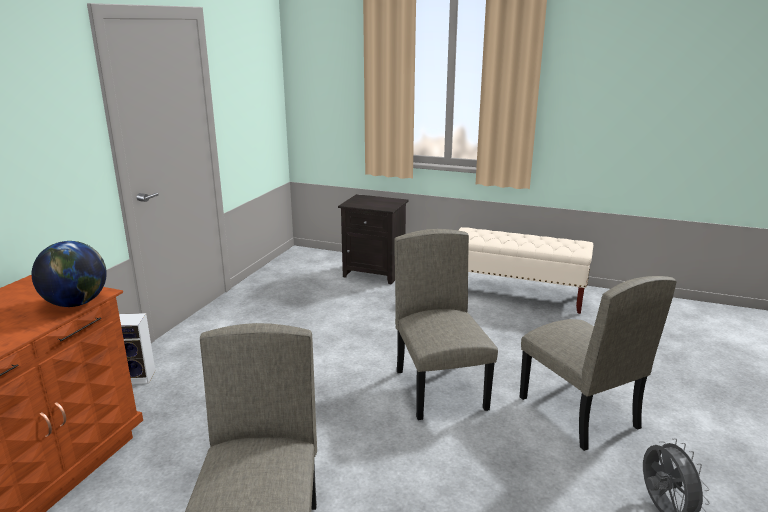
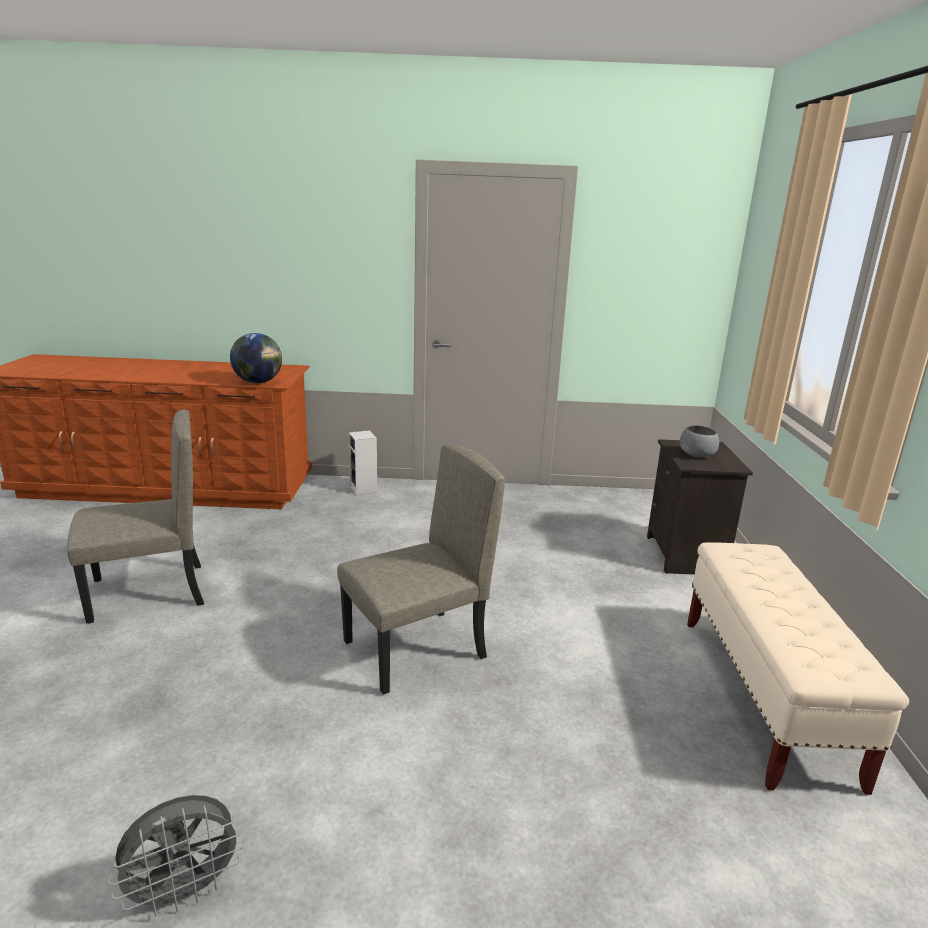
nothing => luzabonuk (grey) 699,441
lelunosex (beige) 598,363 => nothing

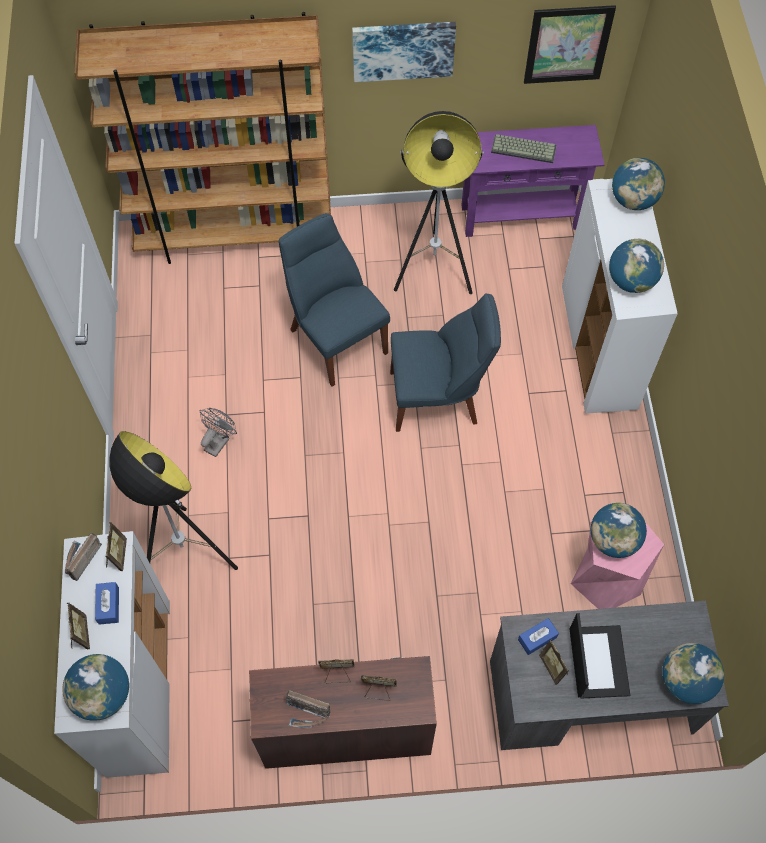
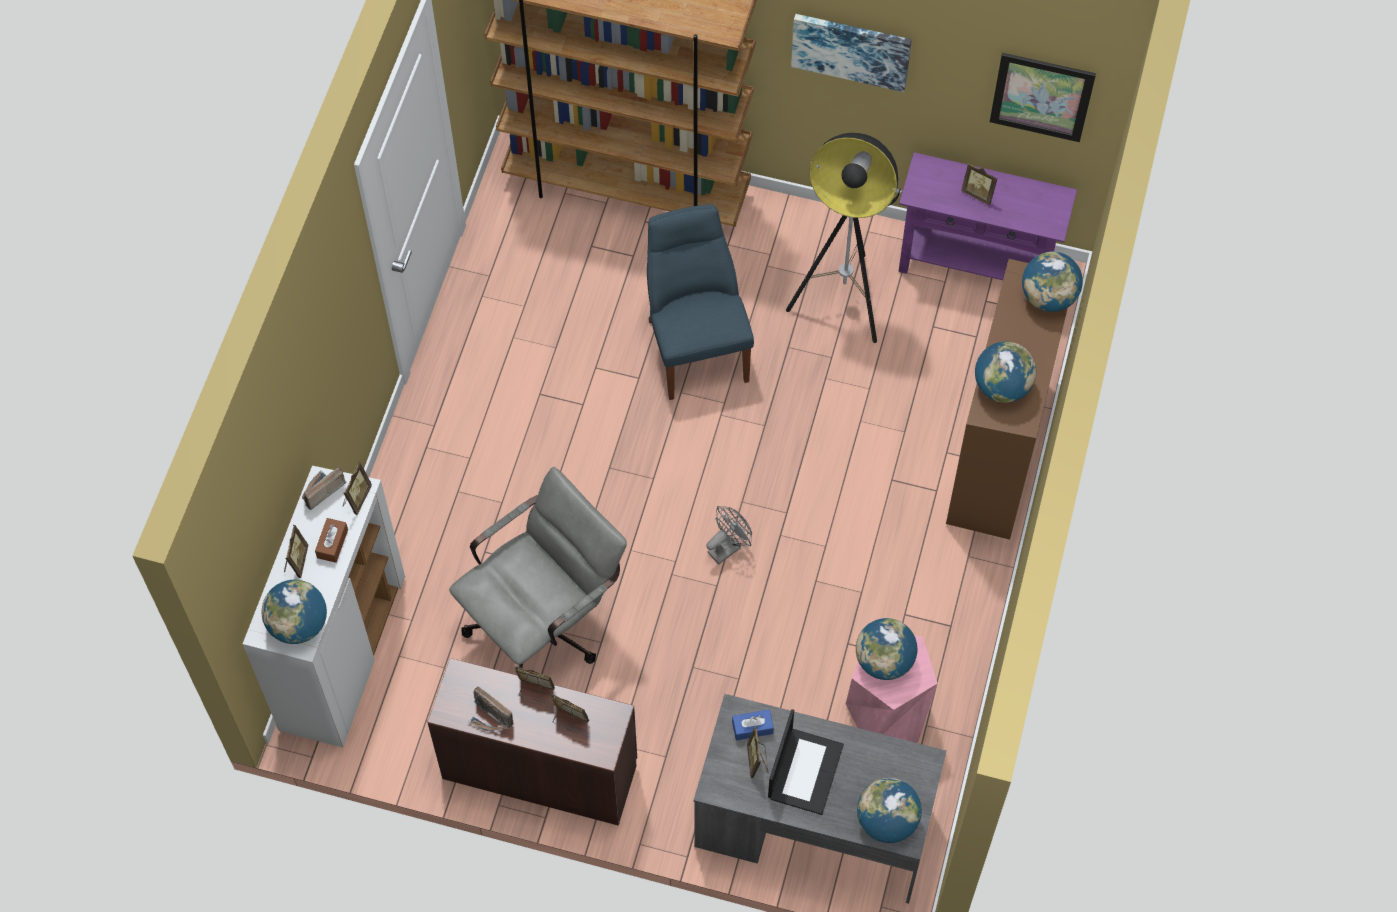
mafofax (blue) 107,603 => mafofax (brown) 331,540
nothing => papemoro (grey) 538,567
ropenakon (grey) 218,432 => ropenakon (grey) 729,535, shifted
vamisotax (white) 620,296 => vamisotax (brown) 1007,399
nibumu 524,148 => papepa 979,184
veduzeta 173,500 => nothing
lelunosex (blue) 445,362 => nothing

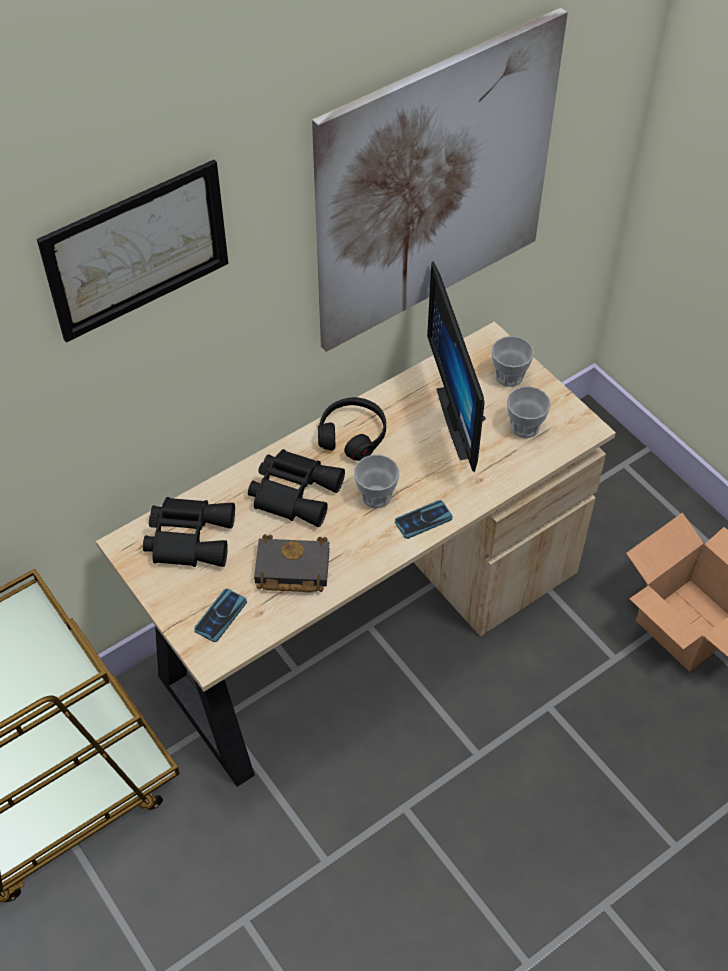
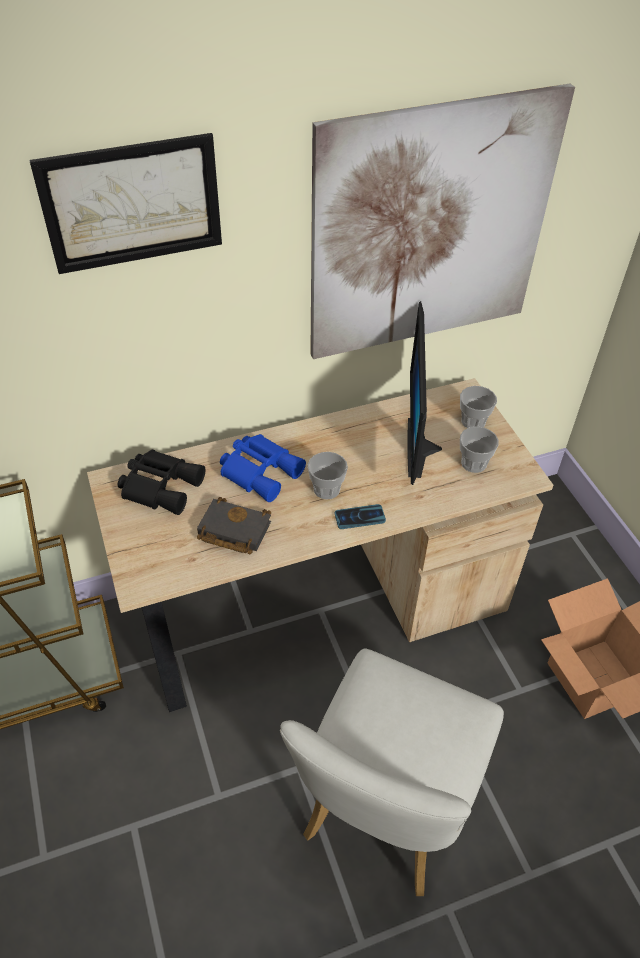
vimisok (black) 296,488 => vimisok (blue) 263,468
nothing => lelunosex (white) 392,772
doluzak 220,615 => nothing
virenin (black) 352,429 => nothing

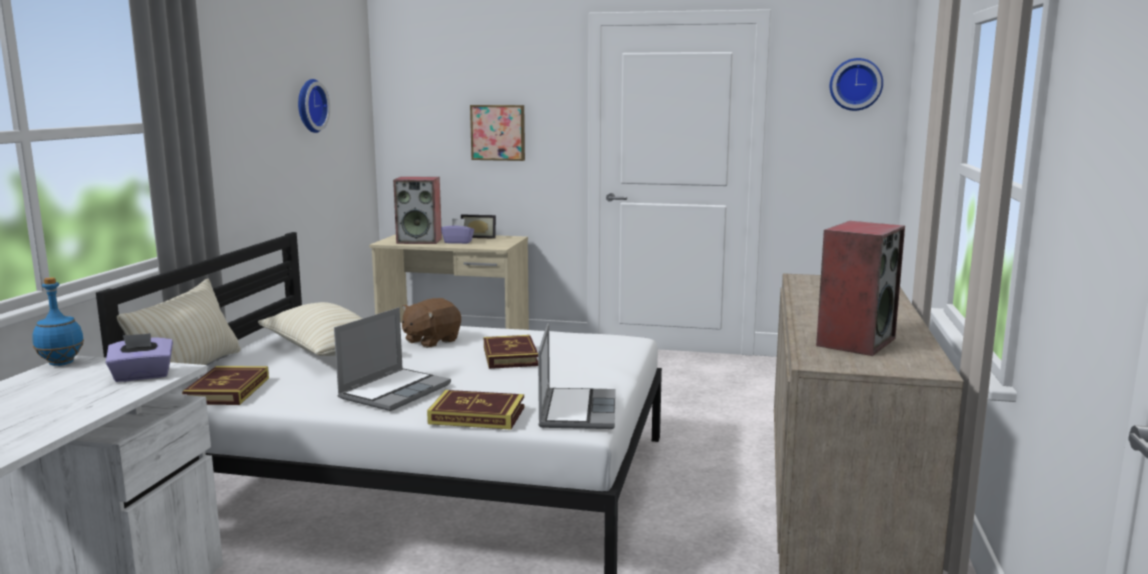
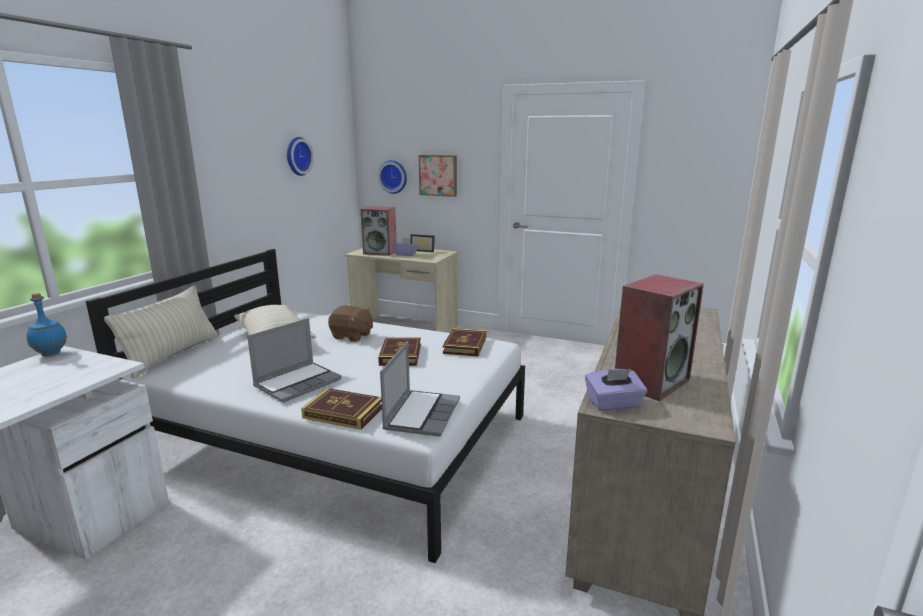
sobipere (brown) 431,323 => sobipere (brown) 350,323, 120 degrees counterclockwise
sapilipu 856,84 => sapilipu 392,177, shifted
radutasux 225,385 => radutasux 464,342, shifted
mafofax (purple) 139,357 => mafofax (purple) 616,390, shifted

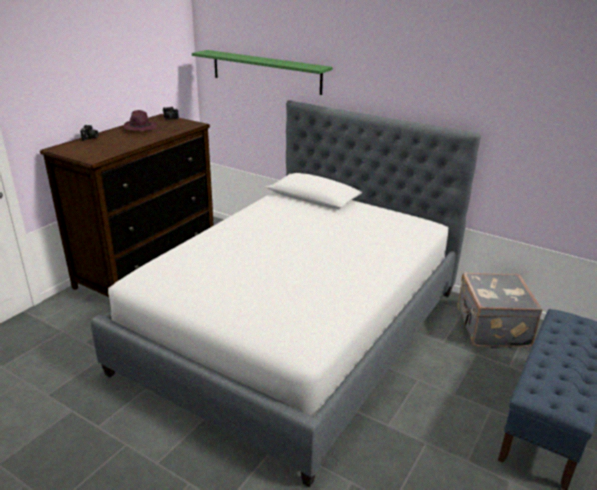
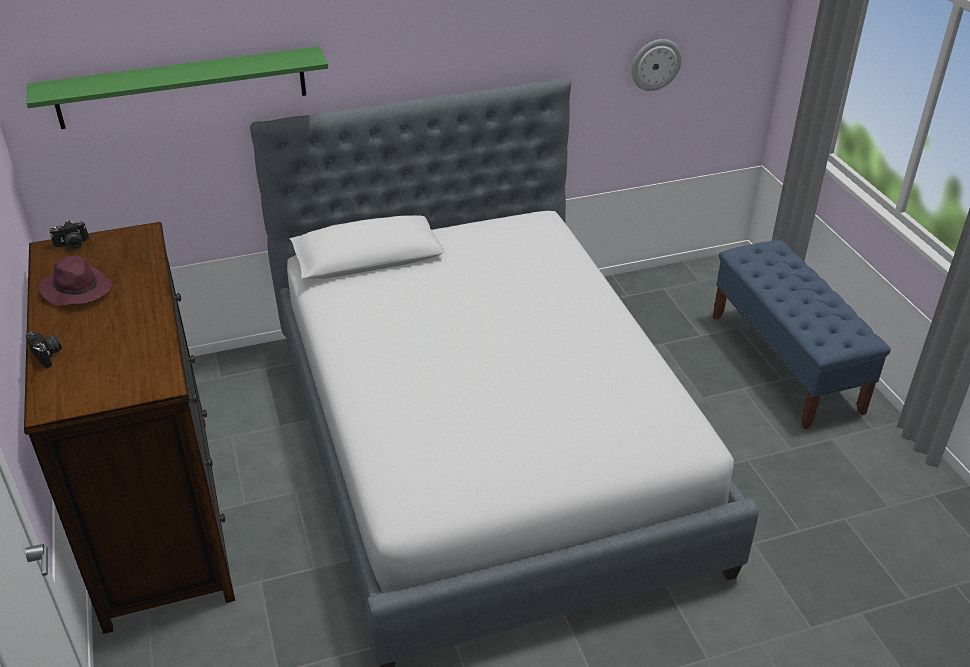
nothing => sapilipu 656,65
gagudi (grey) 499,310 => nothing

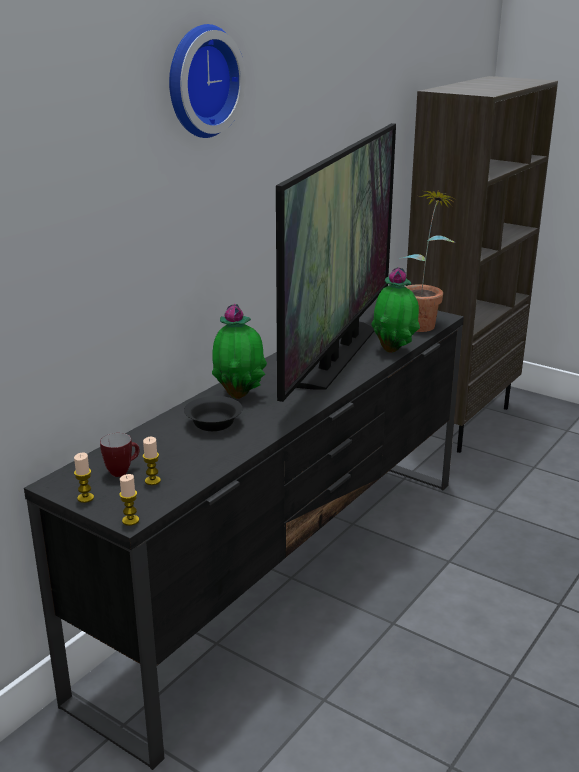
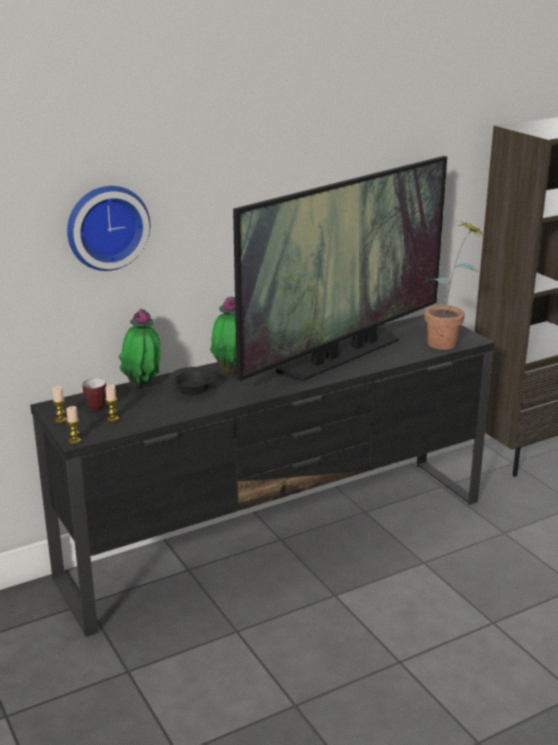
sapilipu 207,81 => sapilipu 108,228, shifted
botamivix 395,310 => botamivix 140,348, shifted

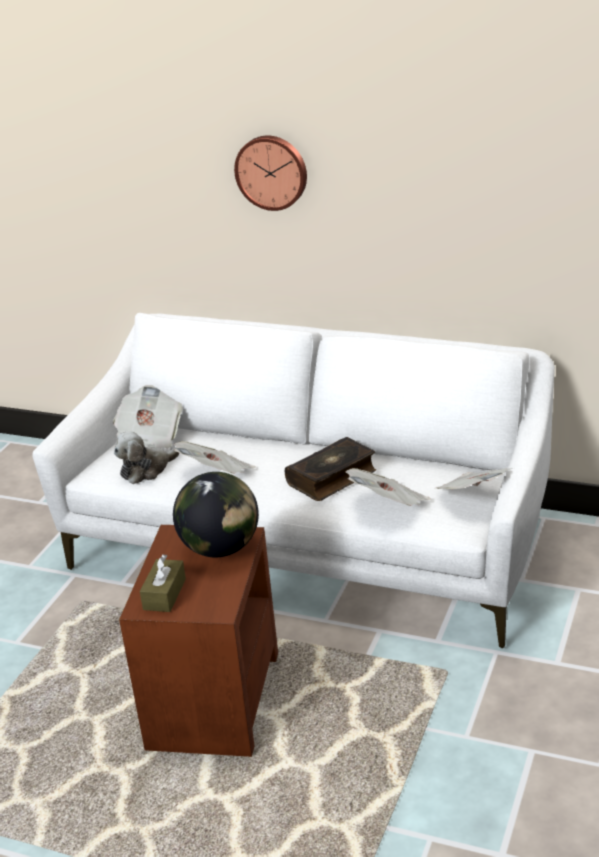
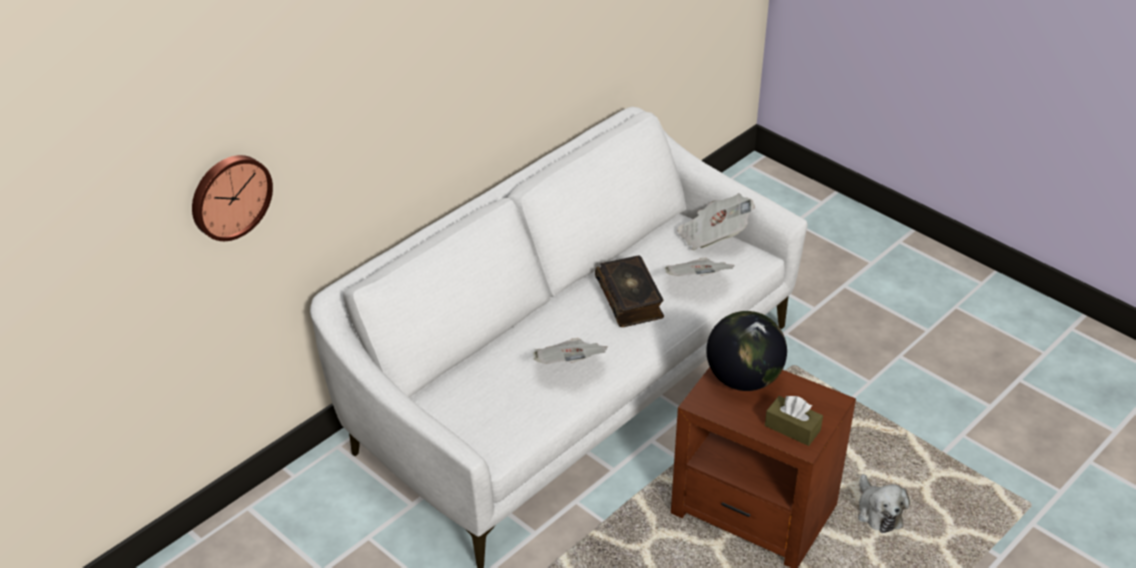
sapilipu 270,173 => sapilipu 232,198, shifted
sobipere 147,457 => sobipere 884,503, shifted
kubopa 148,417 => nothing

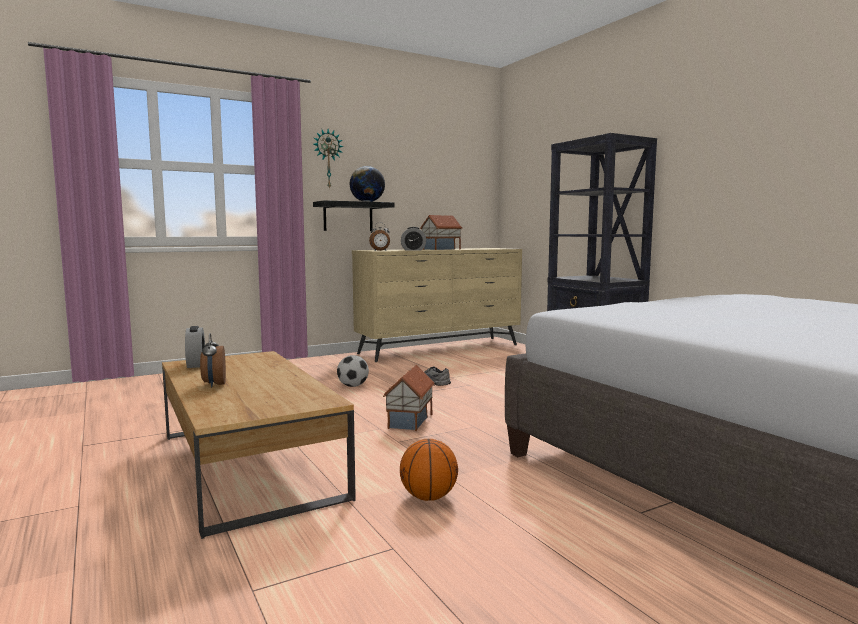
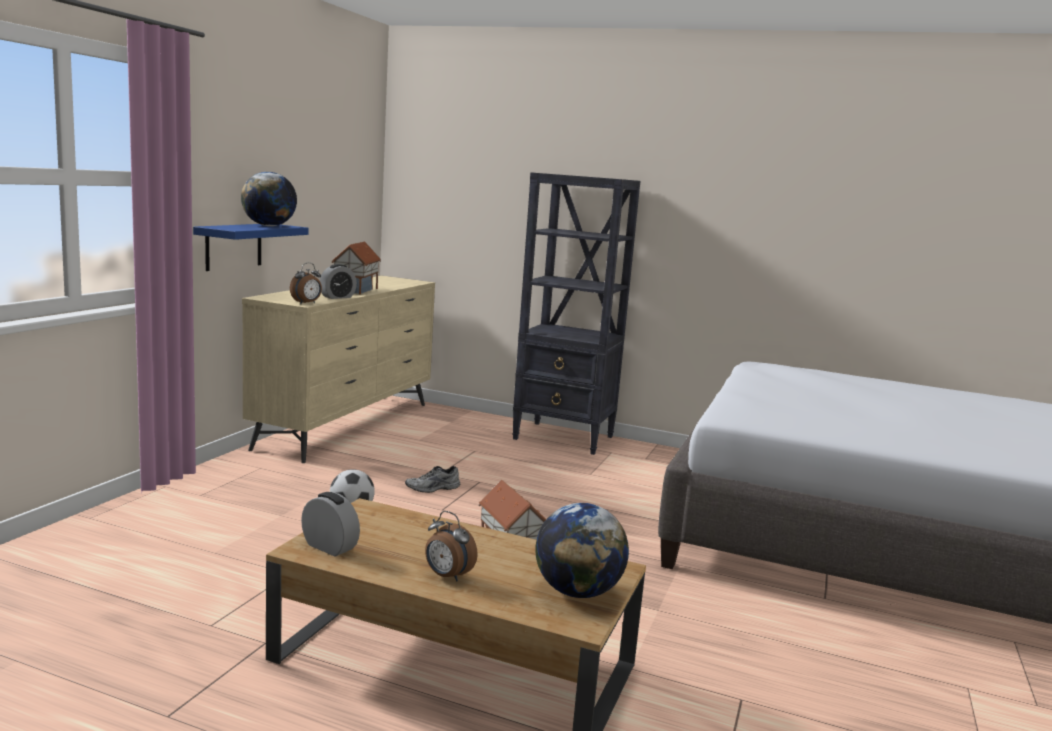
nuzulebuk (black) 353,215 => nuzulebuk (blue) 250,247
nothing => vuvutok 582,550
sapilipu 328,159 => nothing
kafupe 429,470 => nothing

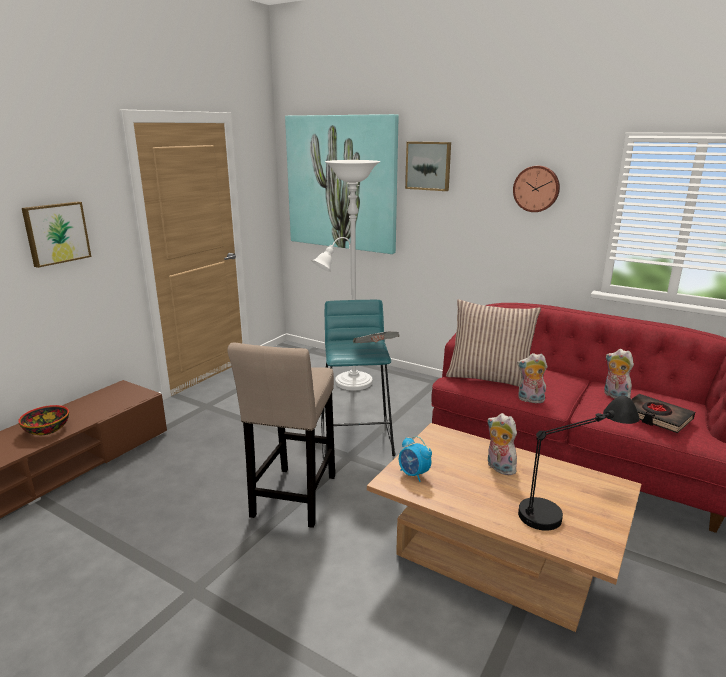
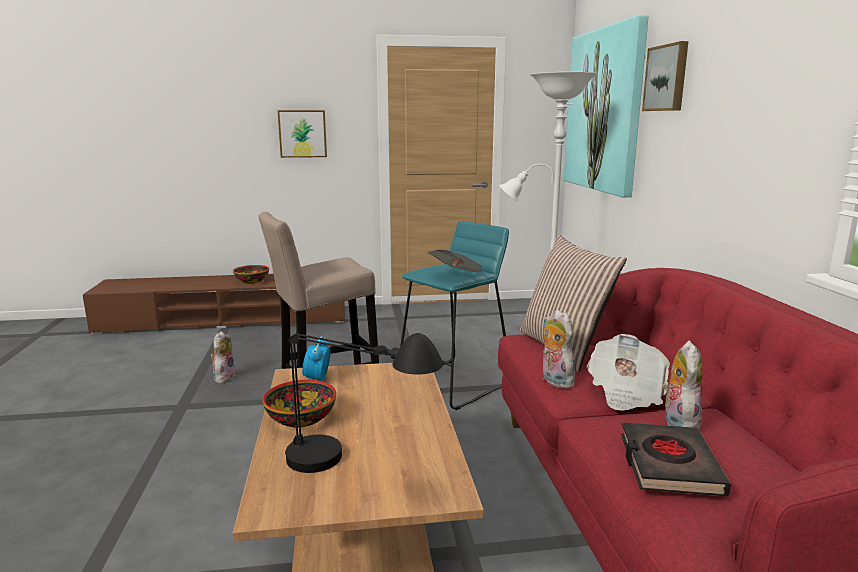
sobipere 502,444 => sobipere 223,357, shifted
nothing => luzabonuk 299,403
nothing => kubopa 628,372
sapilipu 536,189 => nothing

